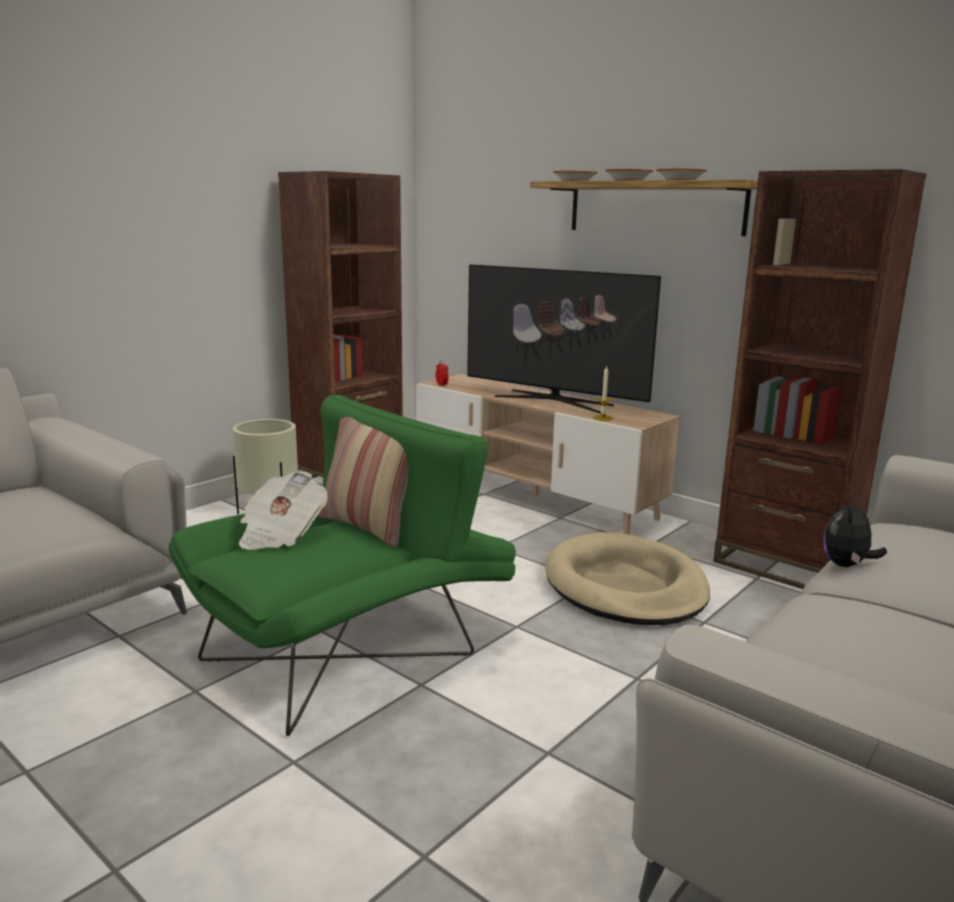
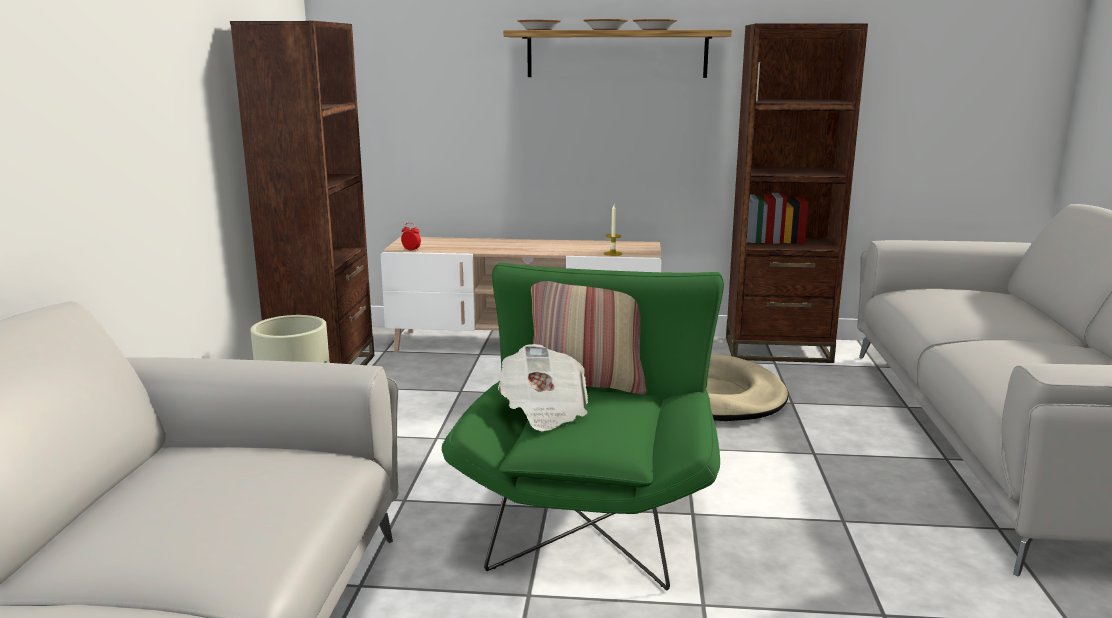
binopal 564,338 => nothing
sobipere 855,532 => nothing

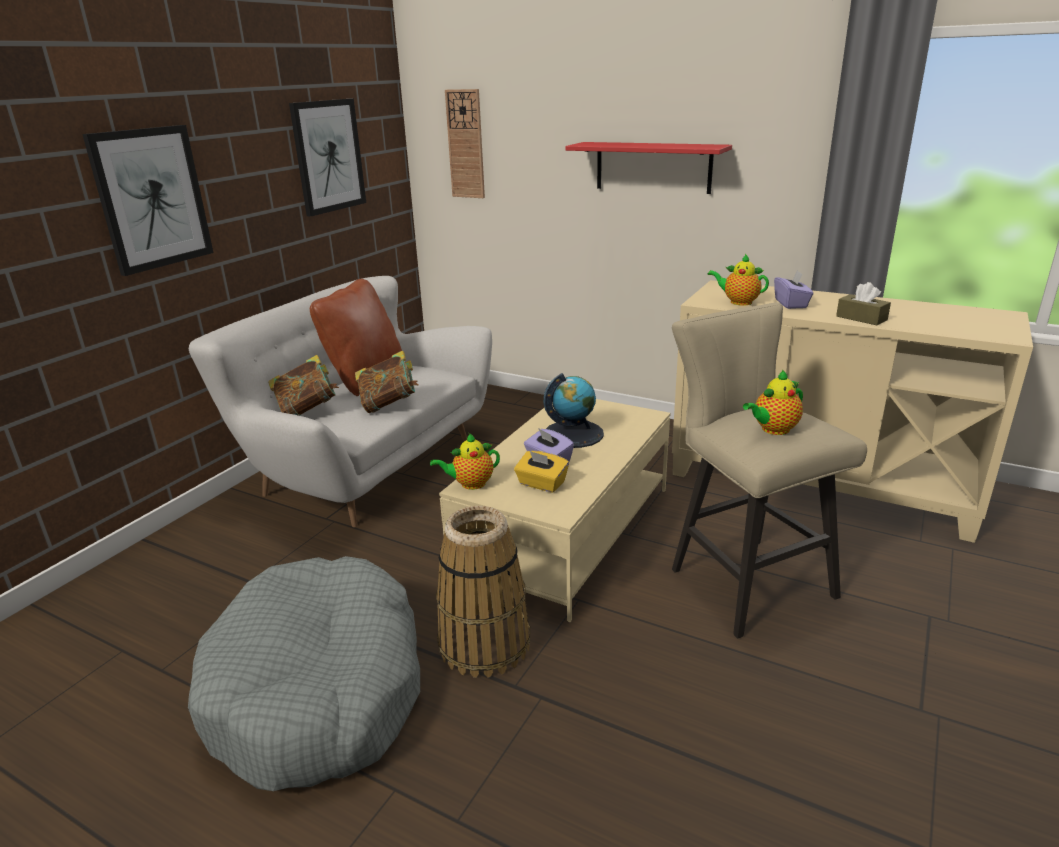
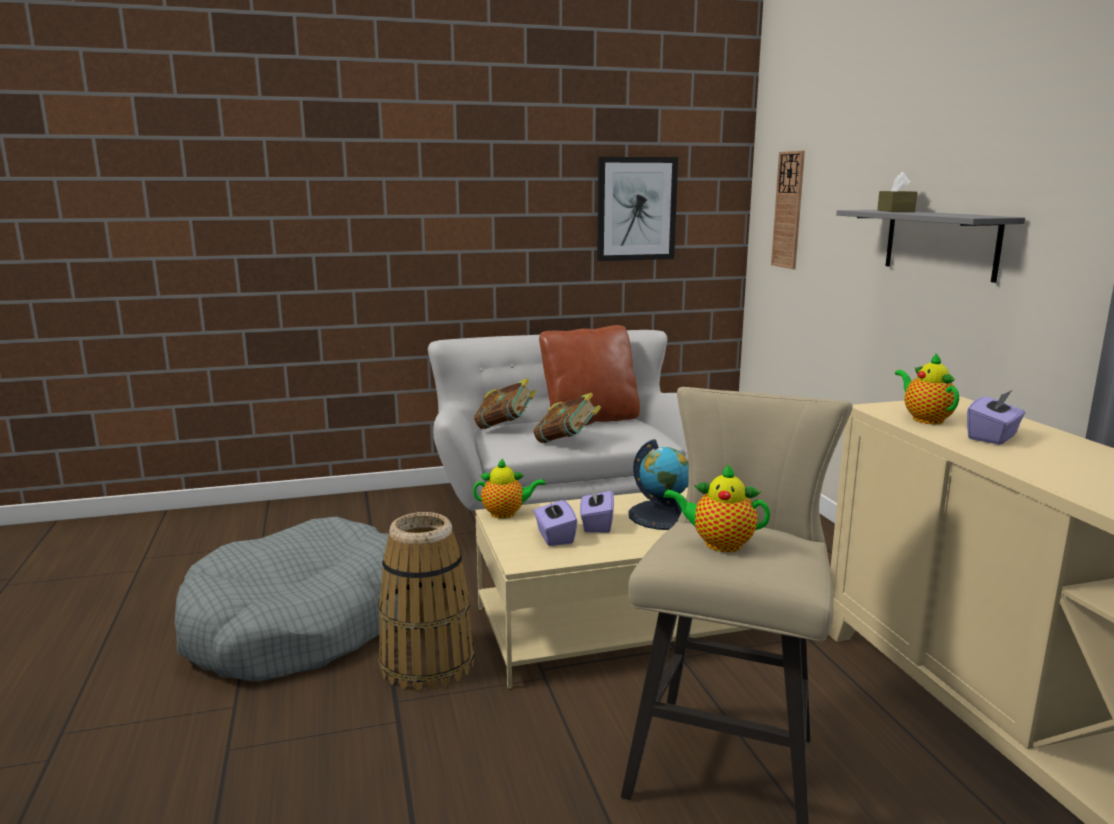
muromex 465,461 => muromex 509,489, 150 degrees clockwise
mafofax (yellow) 541,472 => mafofax (purple) 555,521
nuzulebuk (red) 648,168 => nuzulebuk (grey) 930,246
mafofax (brown) 863,303 => mafofax (brown) 897,192, shifted
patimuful 148,200 => nothing

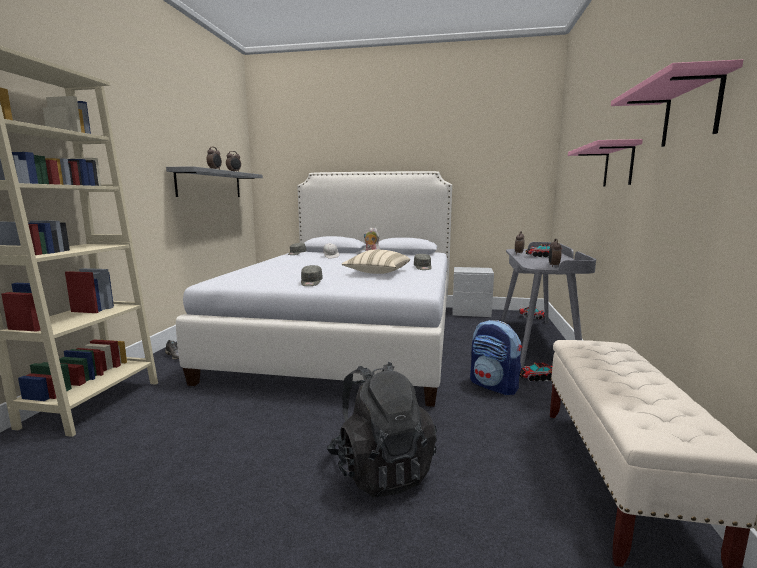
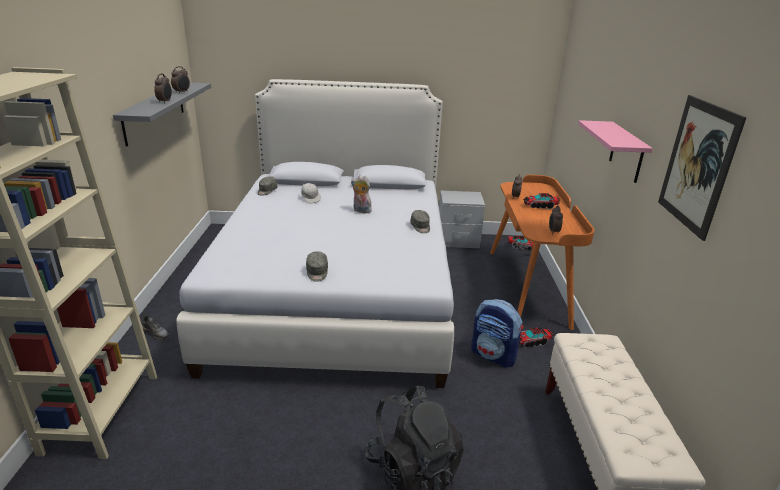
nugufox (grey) 548,305 => nugufox (orange) 542,252
nuzulebuk (pink) 677,103 => patimuful 702,168
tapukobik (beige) 375,262 => nothing

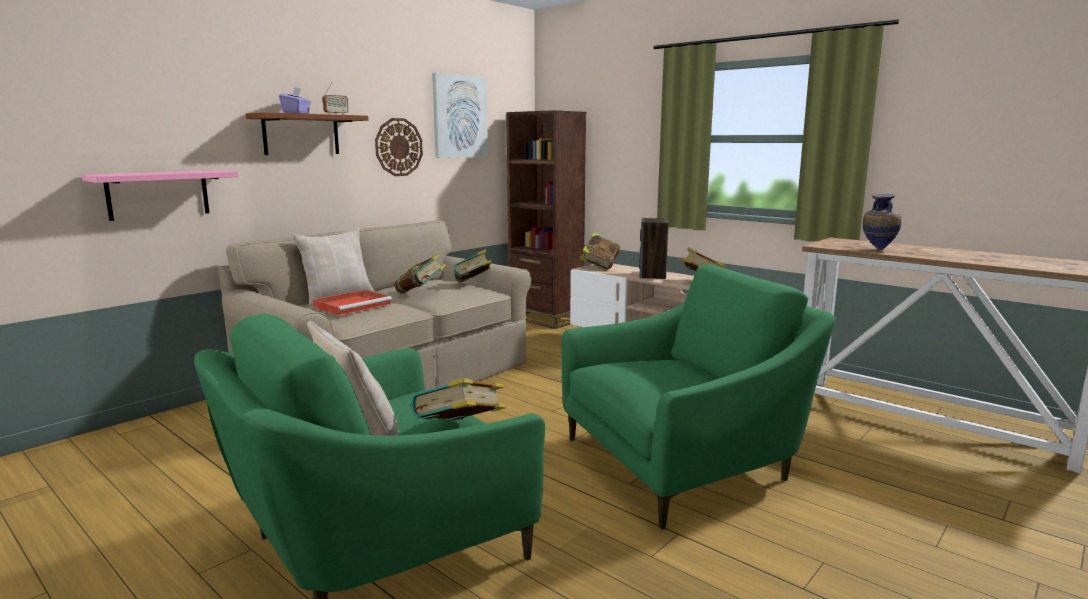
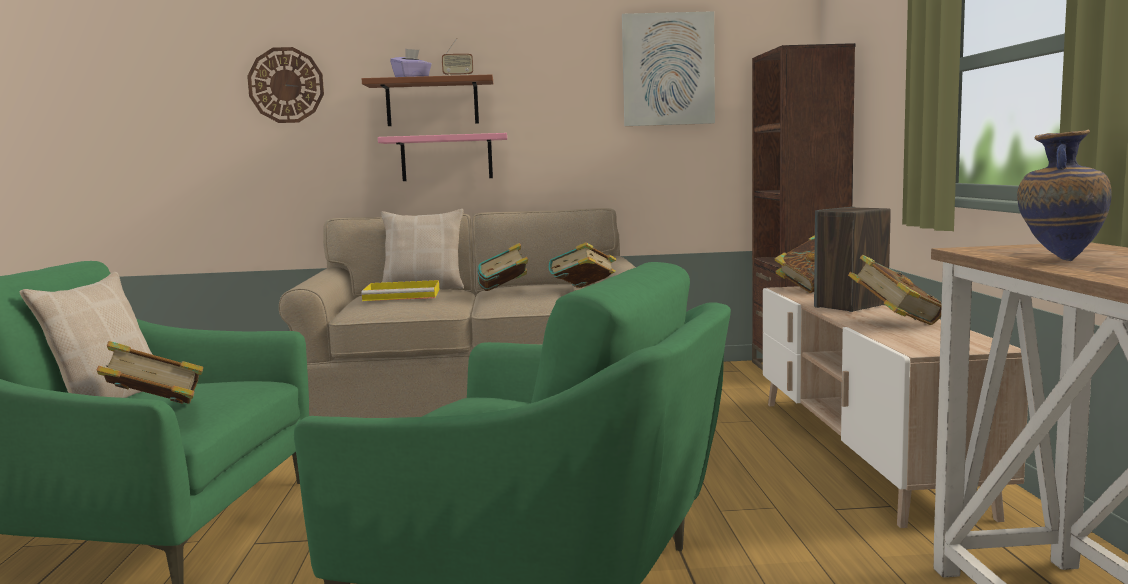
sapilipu 399,147 => sapilipu 285,85, shifted
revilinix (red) 352,303 => revilinix (yellow) 400,290
nuzulebuk (pink) 160,195 => nuzulebuk (pink) 442,157, shifted

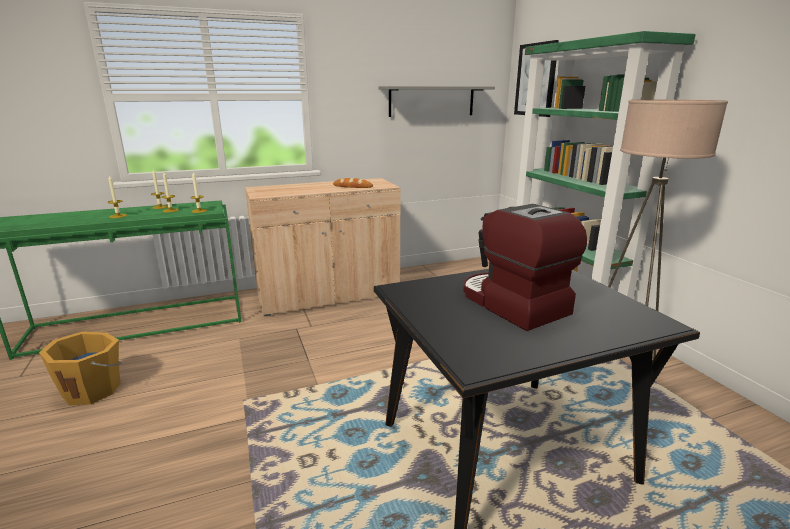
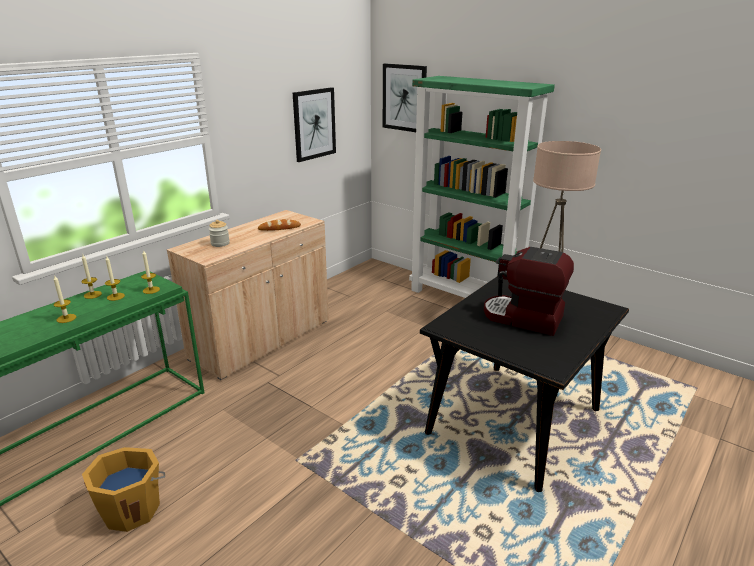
nothing => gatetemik 219,233
nuzulebuk (grey) 436,101 => patimuful 314,124

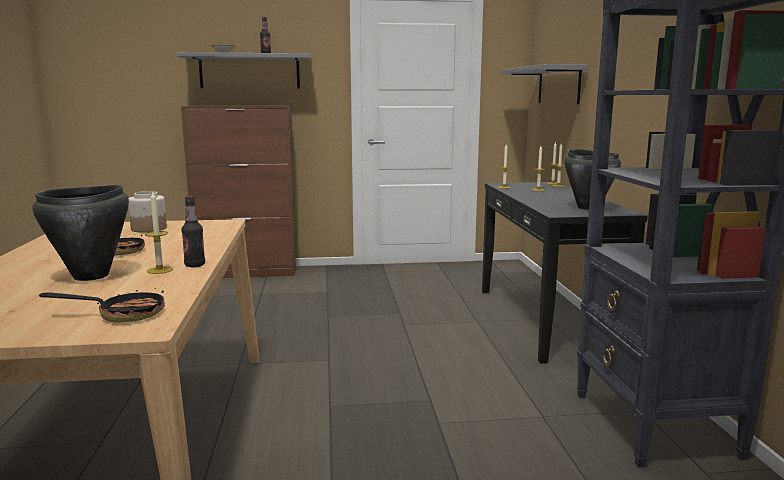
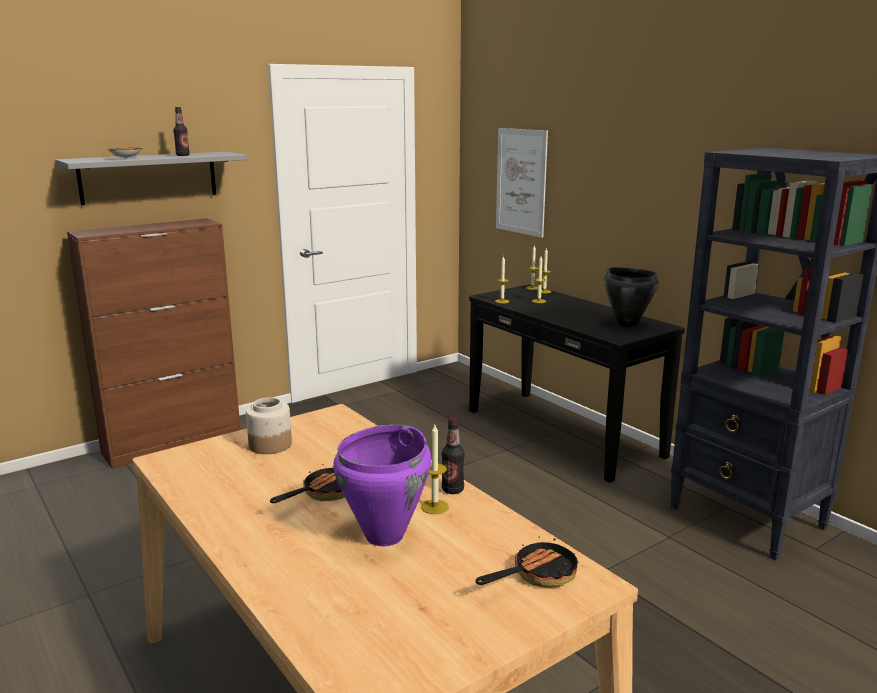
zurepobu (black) 81,233 => zurepobu (purple) 382,485
nuzulebuk (grey) 544,84 => patimuful 522,183

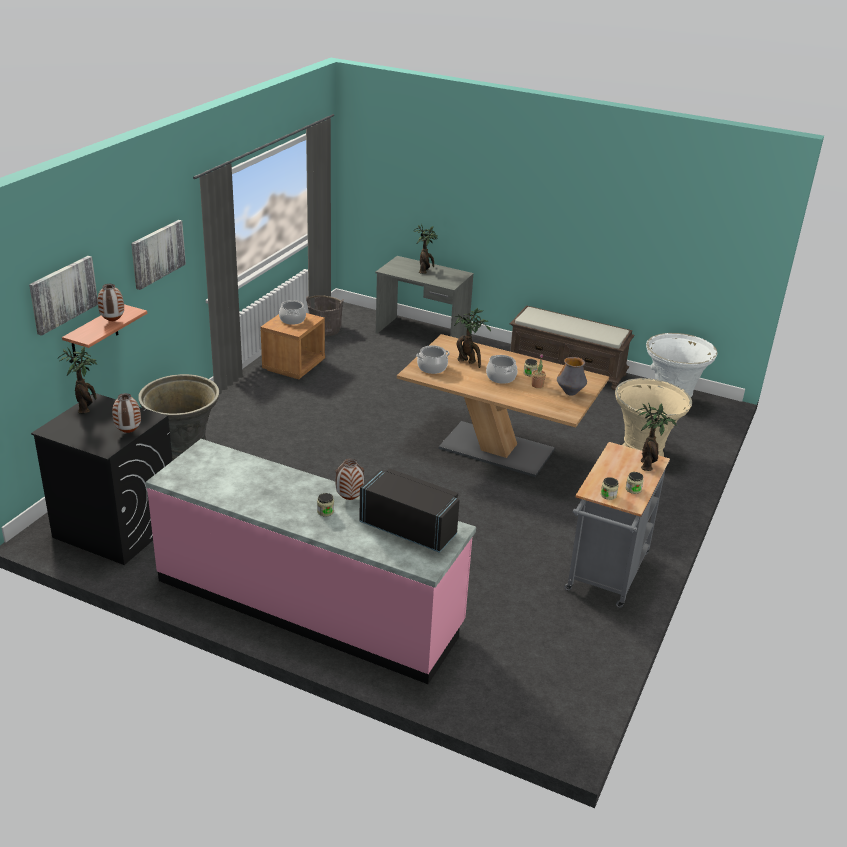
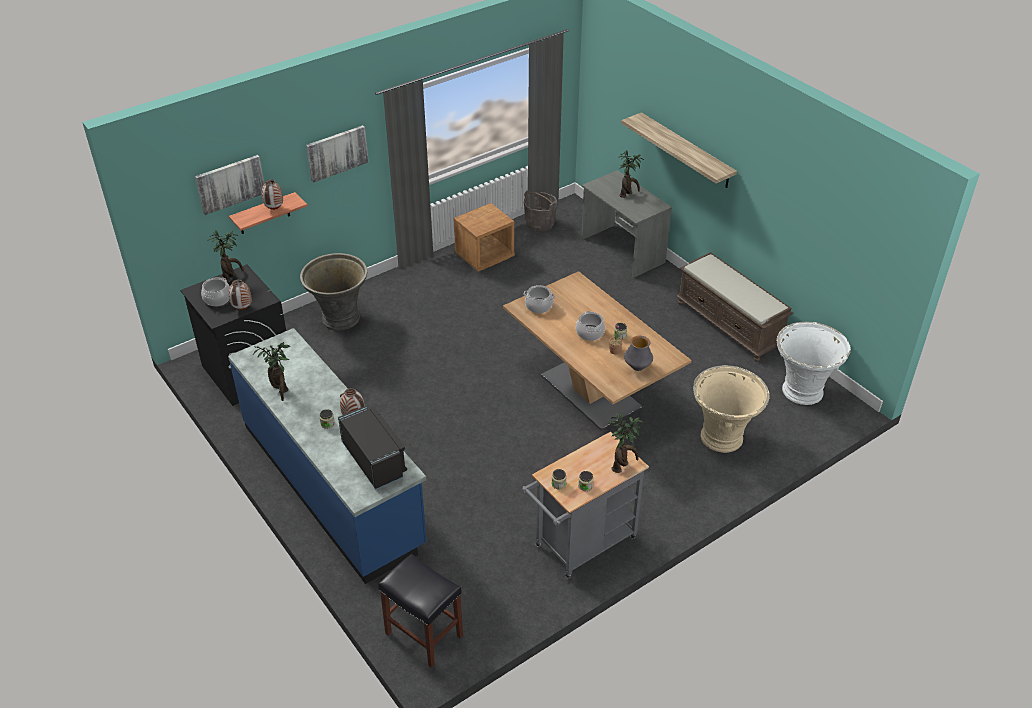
zurepobu 292,312 => zurepobu 215,291, shifted
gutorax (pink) 311,561 => gutorax (blue) 327,456
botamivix 472,338 => botamivix 271,371, shifted
nothing => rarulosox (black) 420,611
nothing => nuzulebuk 679,150

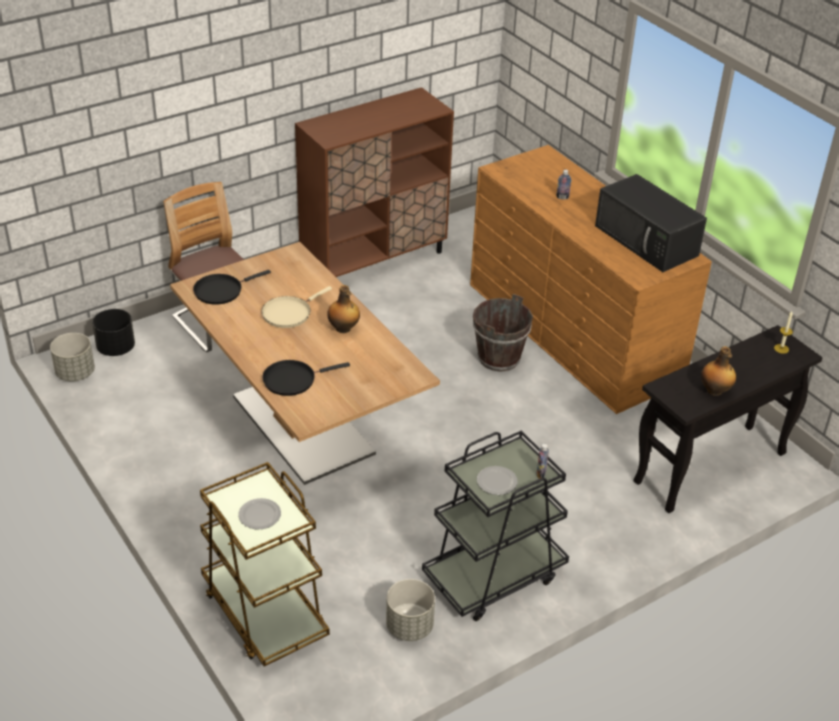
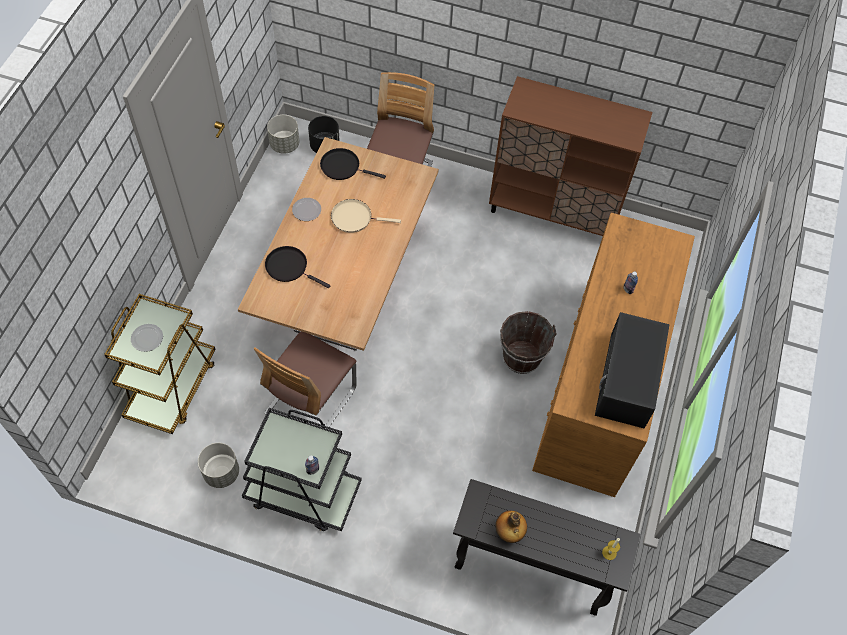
nothing => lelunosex 305,380
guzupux 497,480 => guzupux 306,209, shifted
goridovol 343,309 => nothing

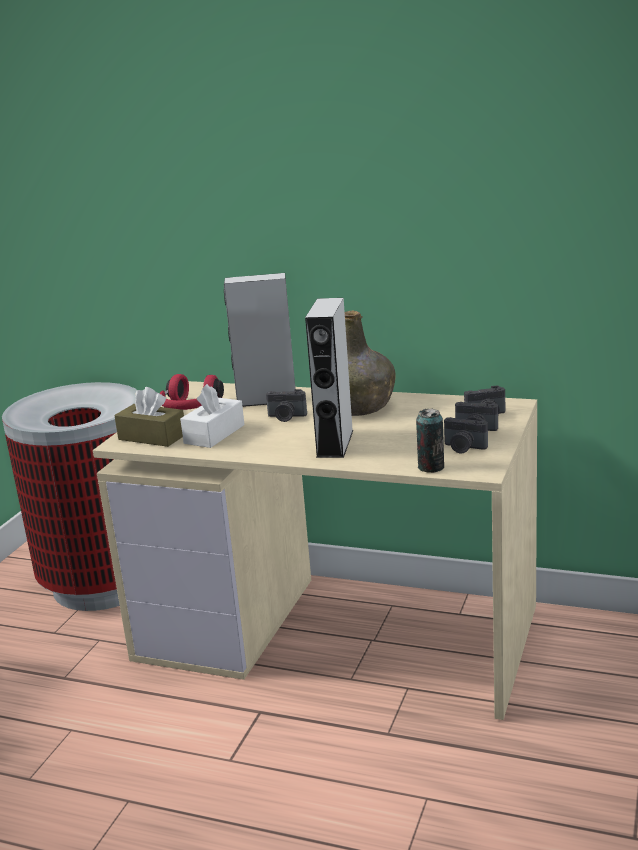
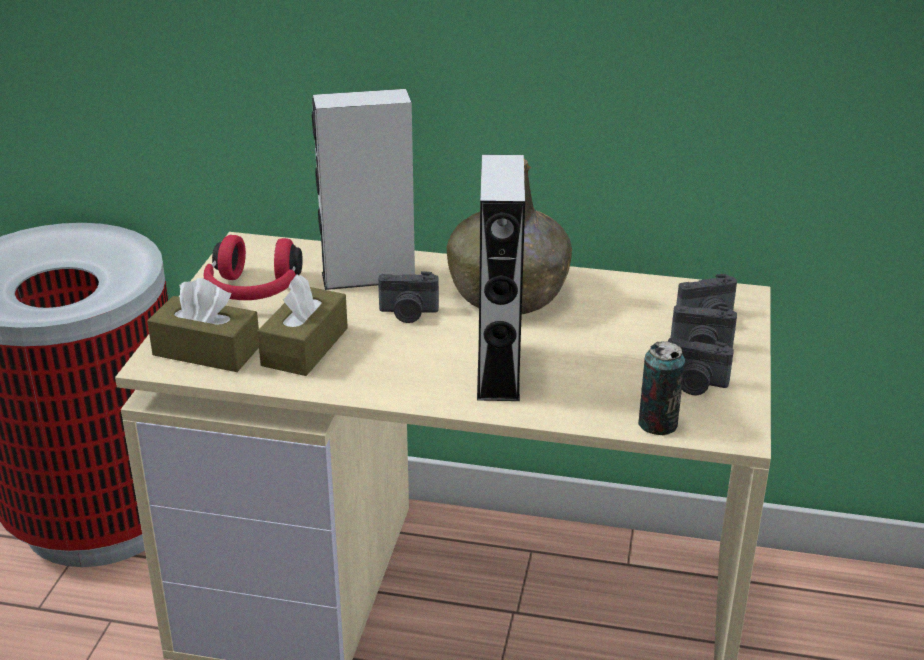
mafofax (white) 212,416 => mafofax (brown) 302,325

